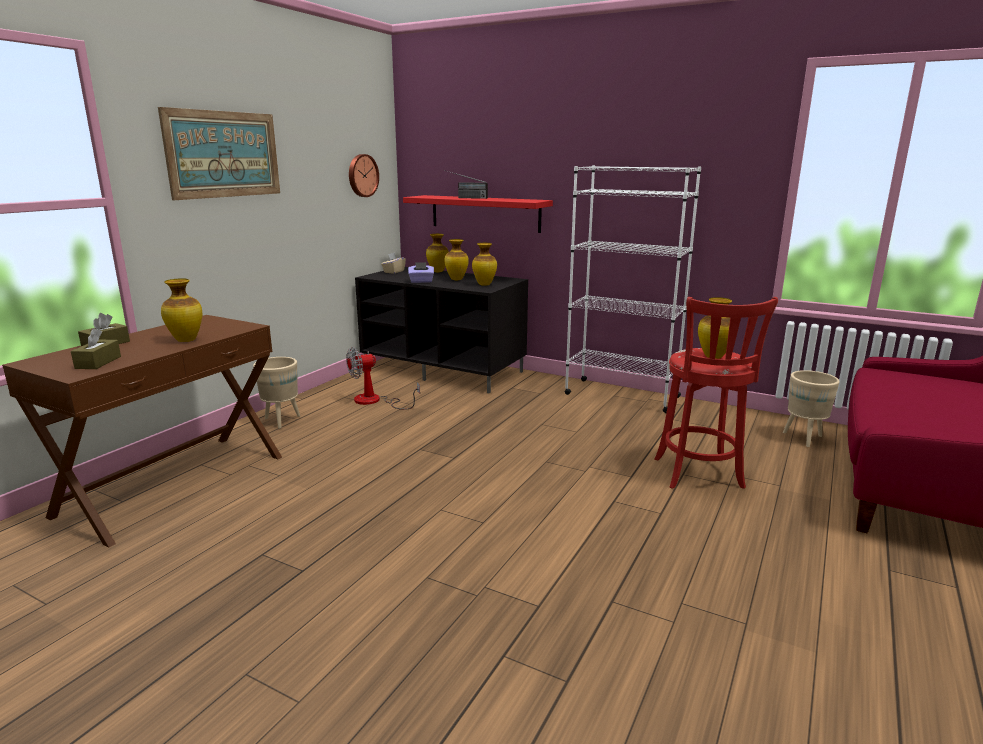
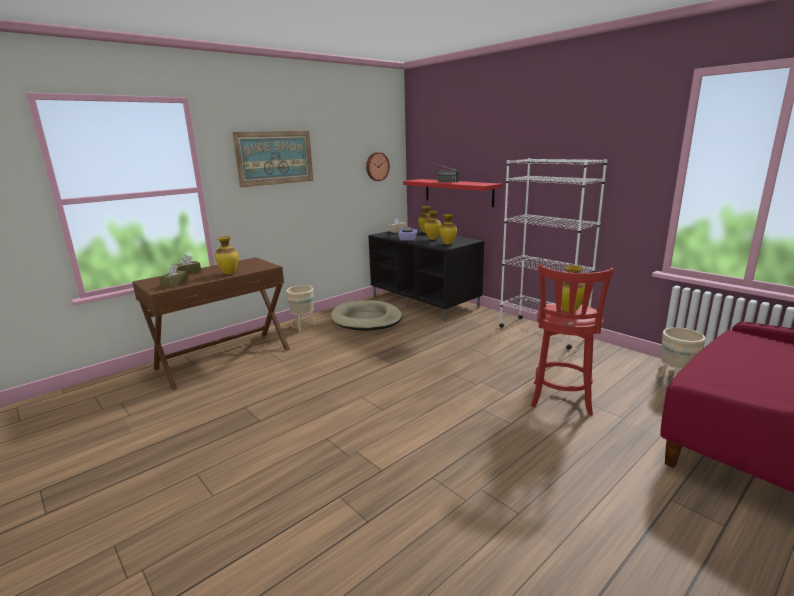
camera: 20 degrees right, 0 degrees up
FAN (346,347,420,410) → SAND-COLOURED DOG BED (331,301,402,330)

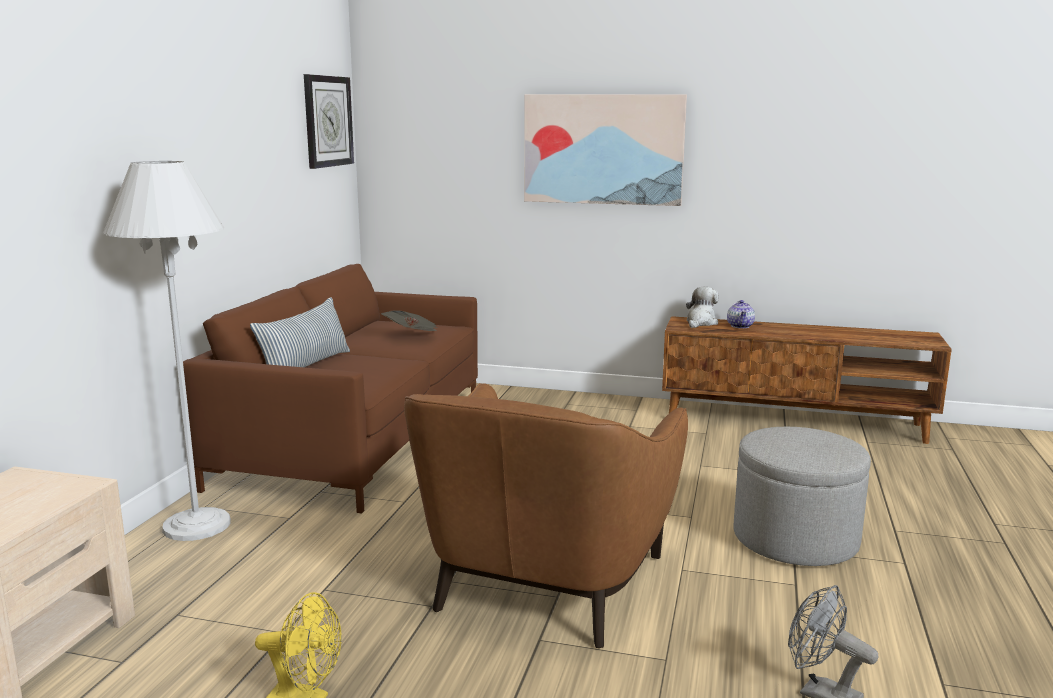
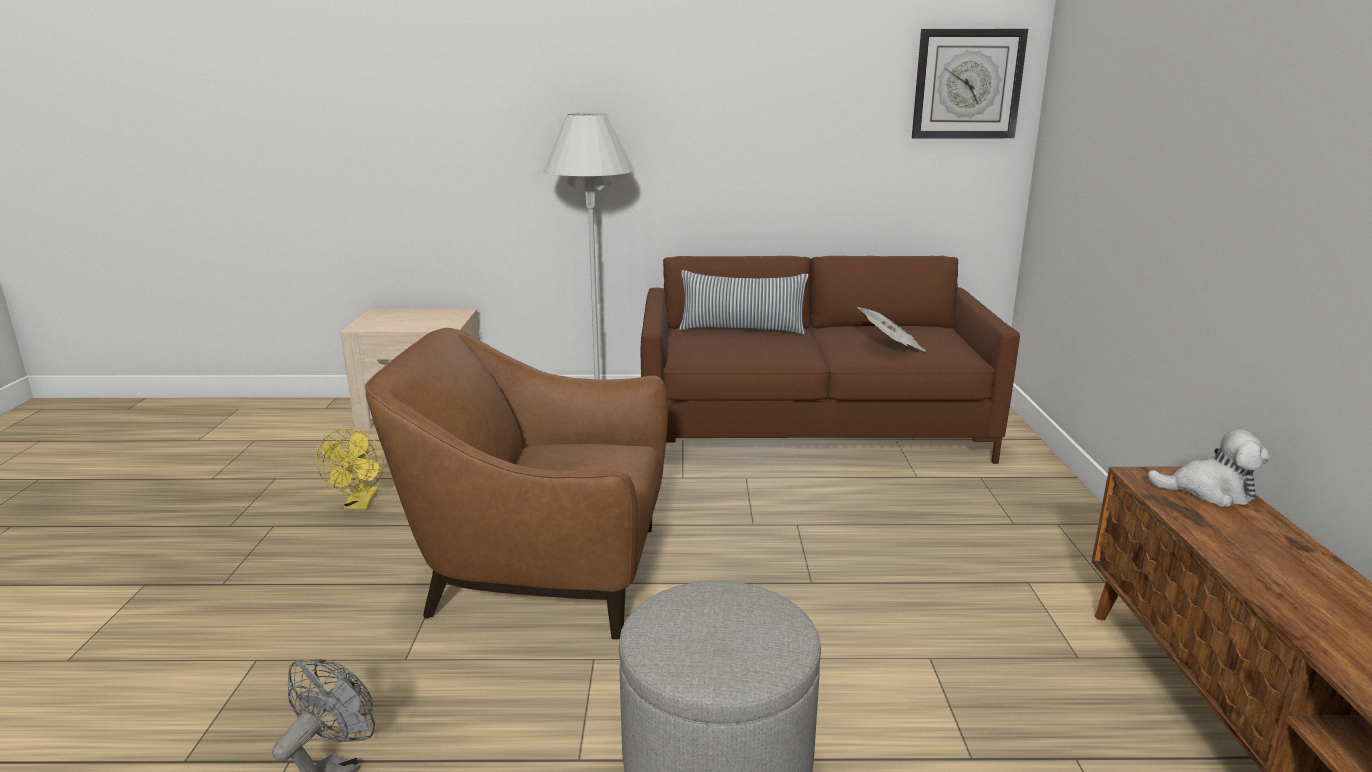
camera: 75 degrees right, 5 degrees up
WALL ART (524,94,687,206) → -
TEA POT (727,300,755,328) → -

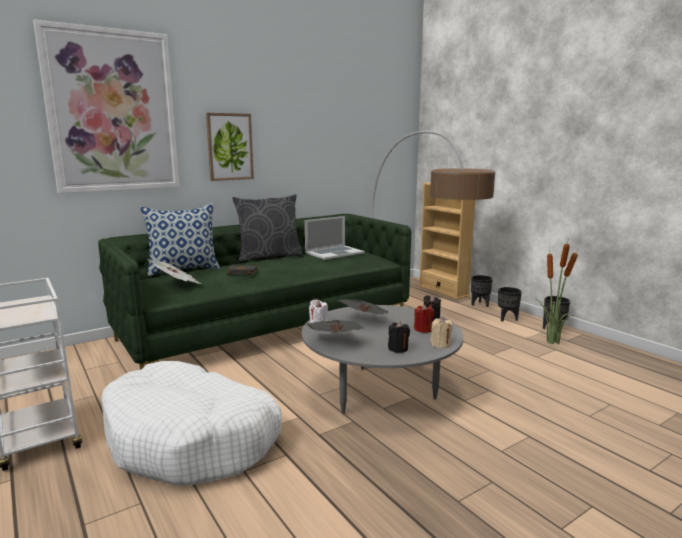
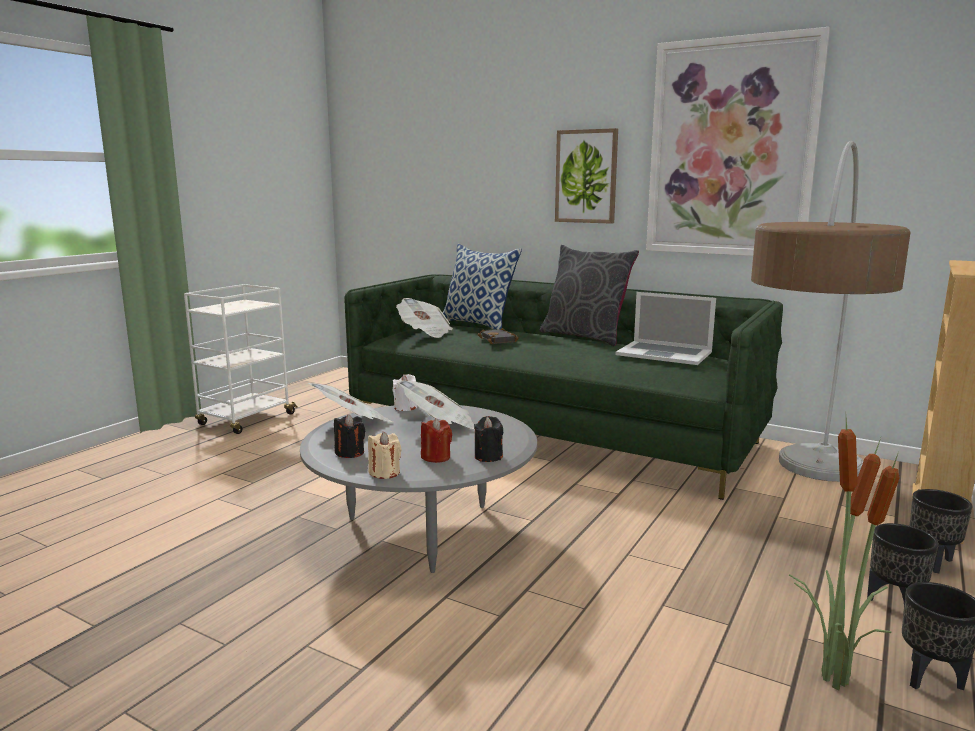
camera: 65 degrees right, 0 degrees up
WALL ART (33,19,180,193) → WALL ART (646,27,830,256), relocated
WHITISH DOG BED (101,361,282,486) → -

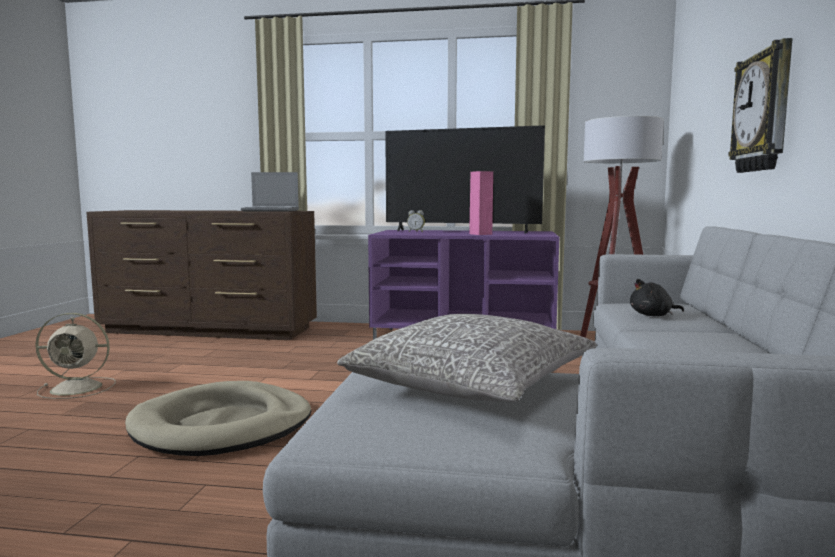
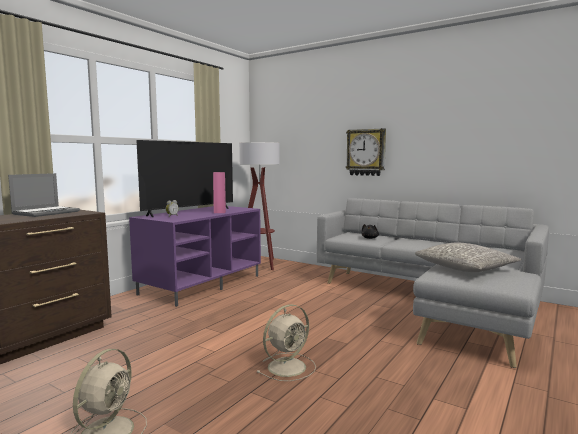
camera: 65 degrees left, 0 degrees up
SAND-COLOURED DOG BED (125,381,311,456) → SAND-COLOURED FAN (257,304,316,381)

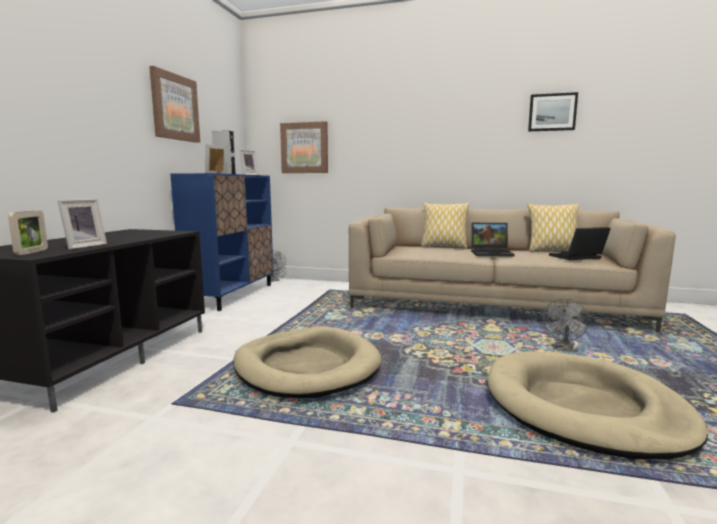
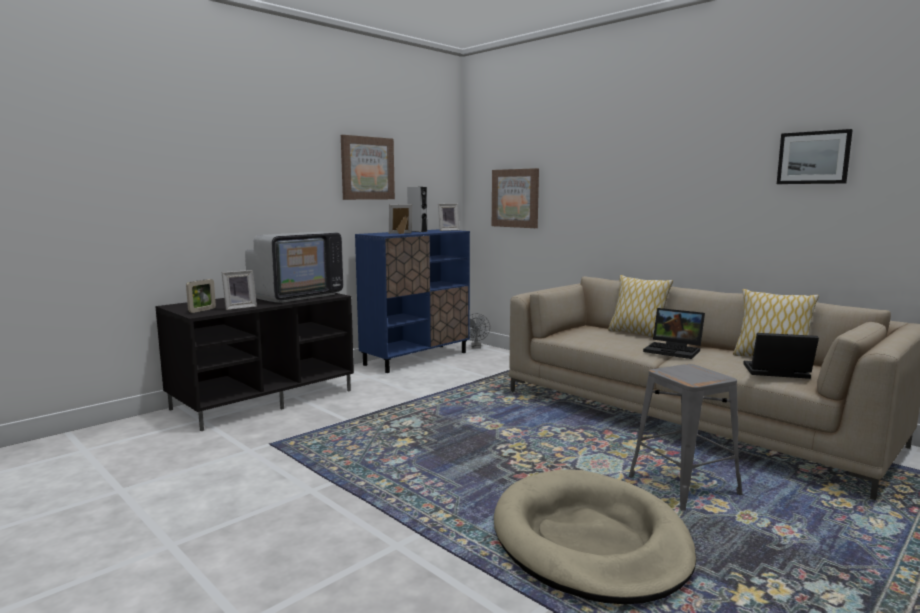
camera: 30 degrees right, 0 degrees up
- → TV SET (245,232,343,303)
GREY FAN (543,298,589,352) → GREY STOOL (629,364,742,511)
SAND-COLOURED DOG BED (233,326,382,398) → -

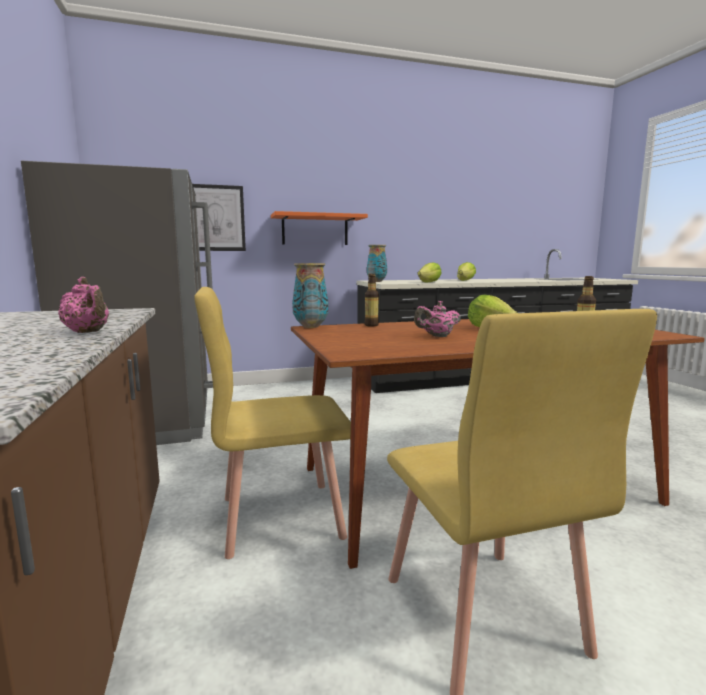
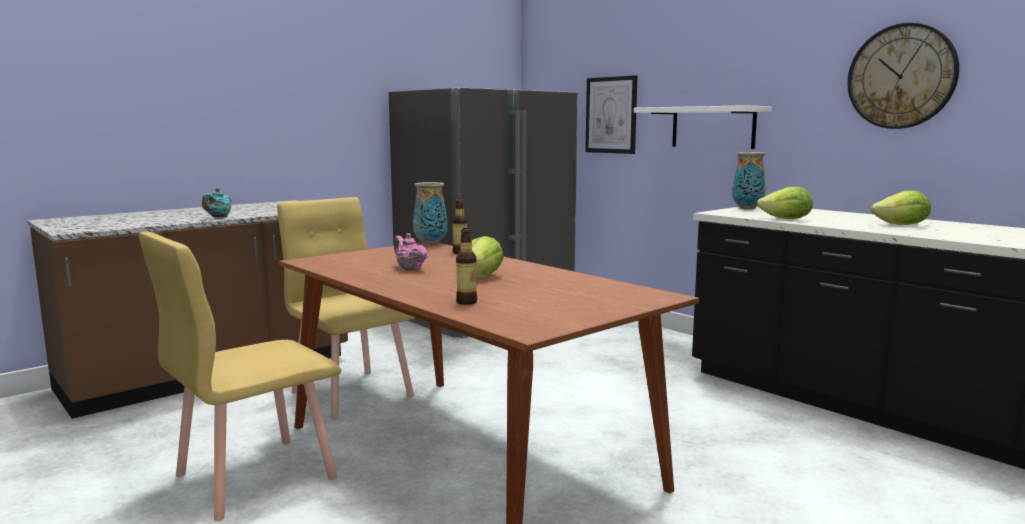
camera: 65 degrees right, 0 degrees up
PINK TEA POT (58,277,109,333) → BLUE-GREEN TEA POT (202,188,232,217)
ORANGE-COLOURED SHELF (271,211,368,245) → WHITISH SHELF (634,105,772,149)
- → CLOCK ON THE WALL (847,23,959,129)

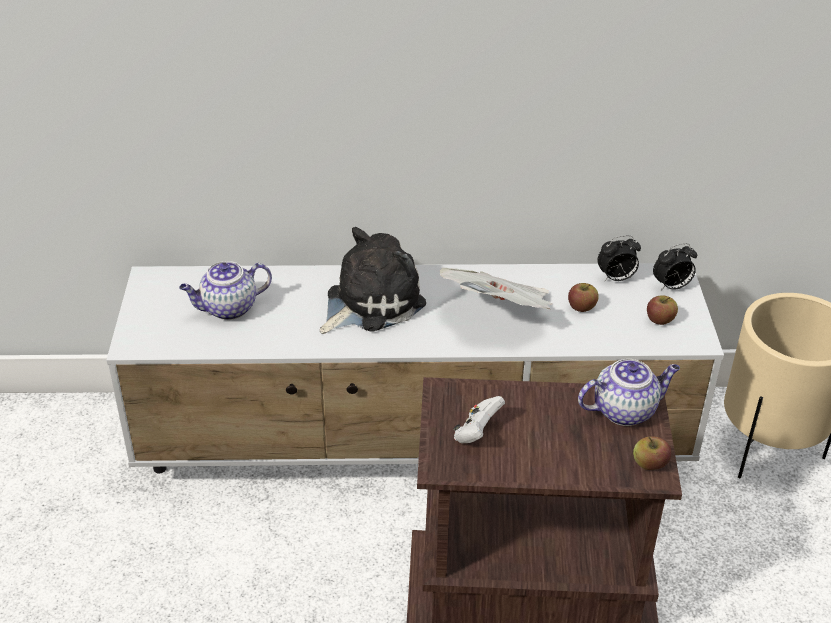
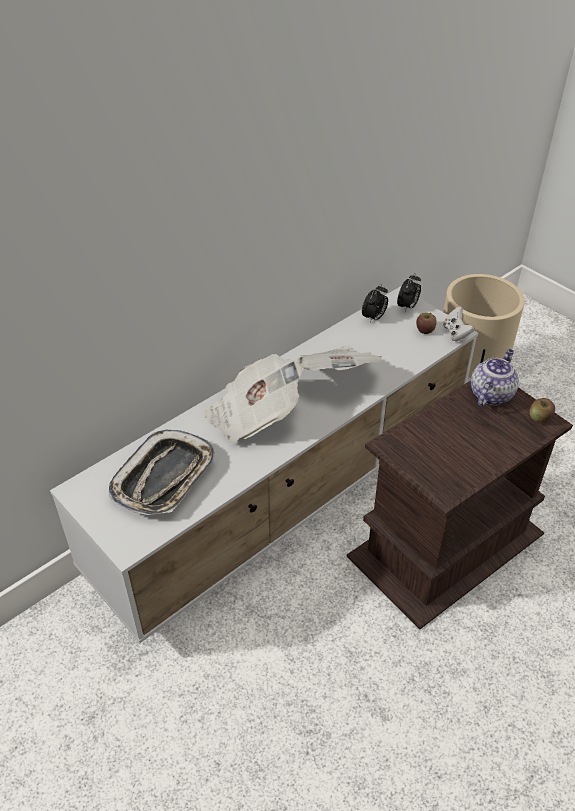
camera: 40 degrees left, 5 degrees up
TEA POT (179,261,272,320) → SERVING TRAY (109,430,215,515)
PLUSH TOY (320,227,426,334) → DAILY PAPER (205,354,303,444)
WHITISH GAMEPAD (453,396,505,443) → WHITISH GAMEPAD (443,306,475,341), relocated
WHOLE APPLE (568,283,599,312) → -

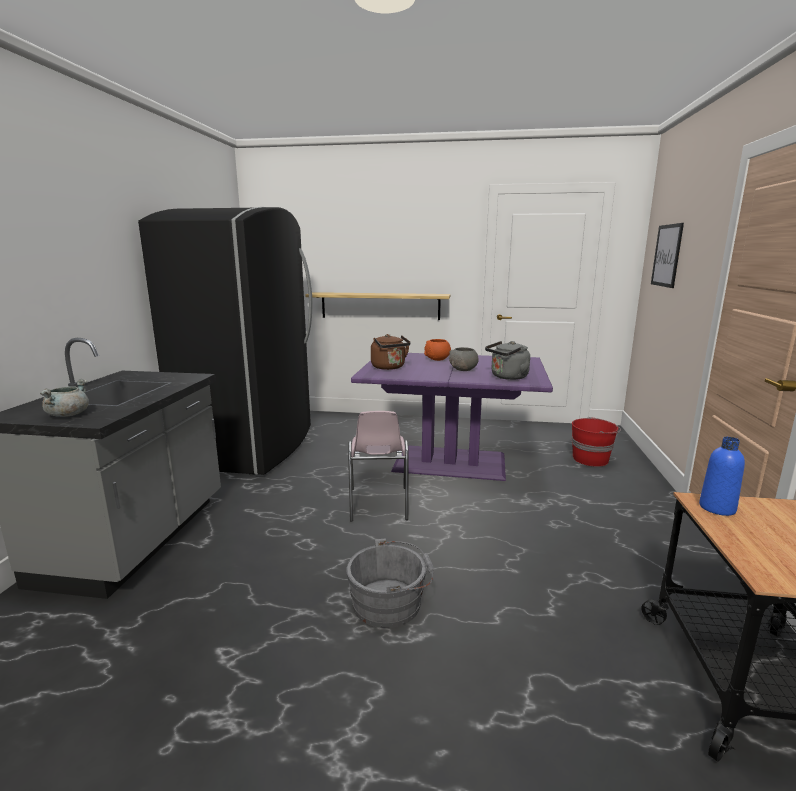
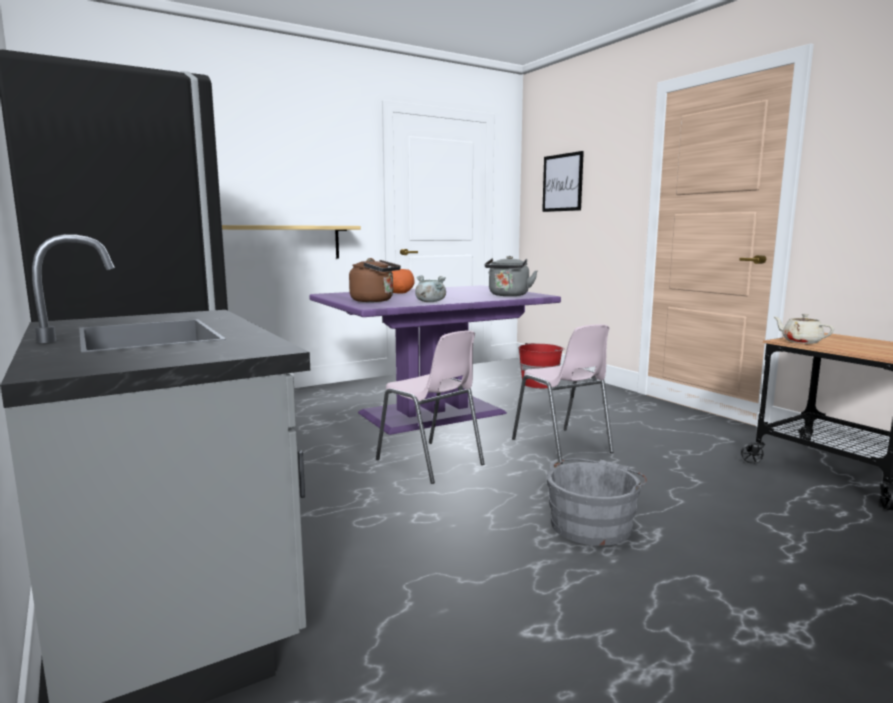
camera: 40 degrees left, 5 degrees down
GREY COOKING POT (40,379,89,417) → GREY COOKING POT (415,275,446,302), relocated
- → PINK UPRIGHT CHAIR (512,324,614,464)
BLUISH BOTTLE (699,437,745,516) → SAND-COLOURED TEA POT (773,314,834,344)
GREY BOWL (449,347,479,371) → -

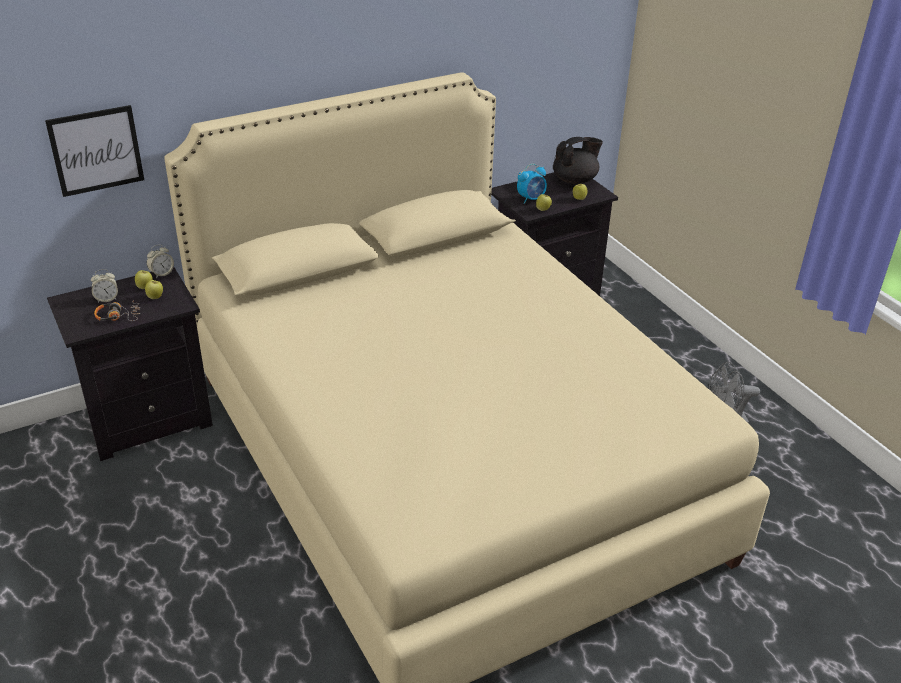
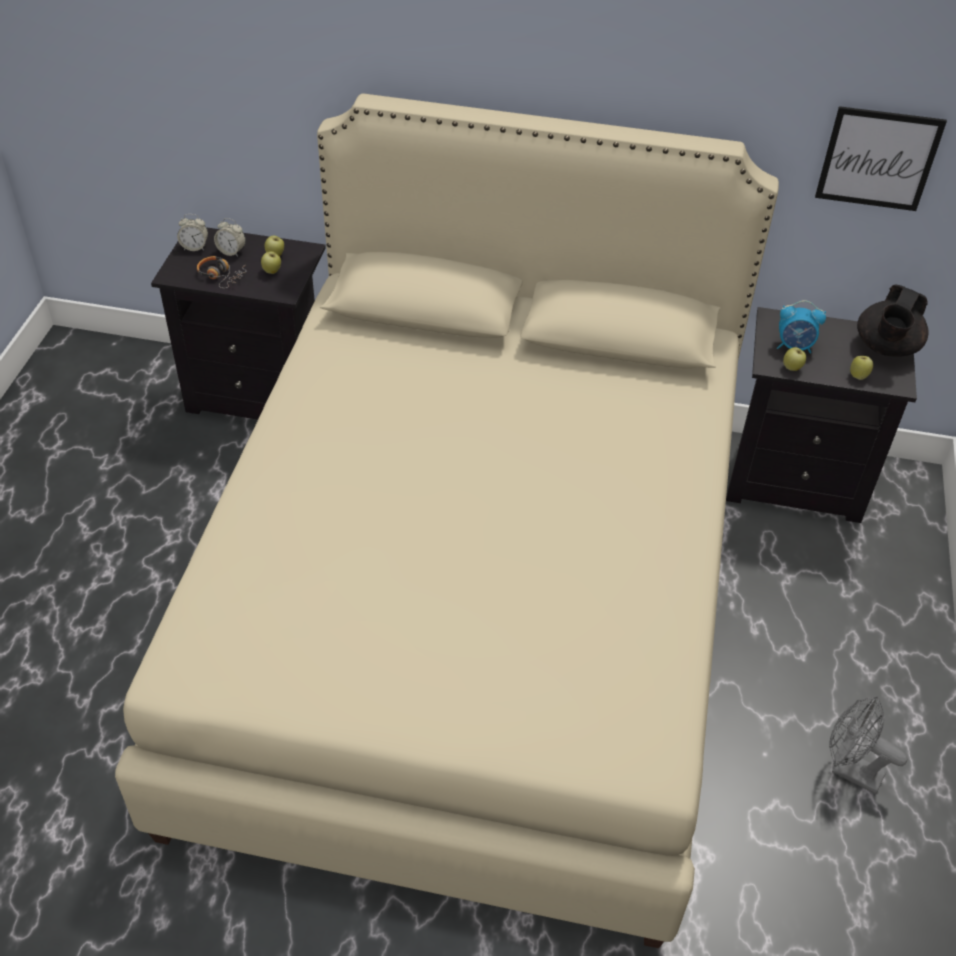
camera: 40 degrees right, 10 degrees up
BEDSIDE CLOCK (147,244,174,278) → BEDSIDE CLOCK (177,214,208,251), relocated
WALL ART (45,105,144,197) → WALL ART (815,106,947,211), relocated
BLACK-COLOURED TEA POT (553,137,603,184) → BLACK-COLOURED TEA POT (857,285,928,357), 105 degrees clockwise

